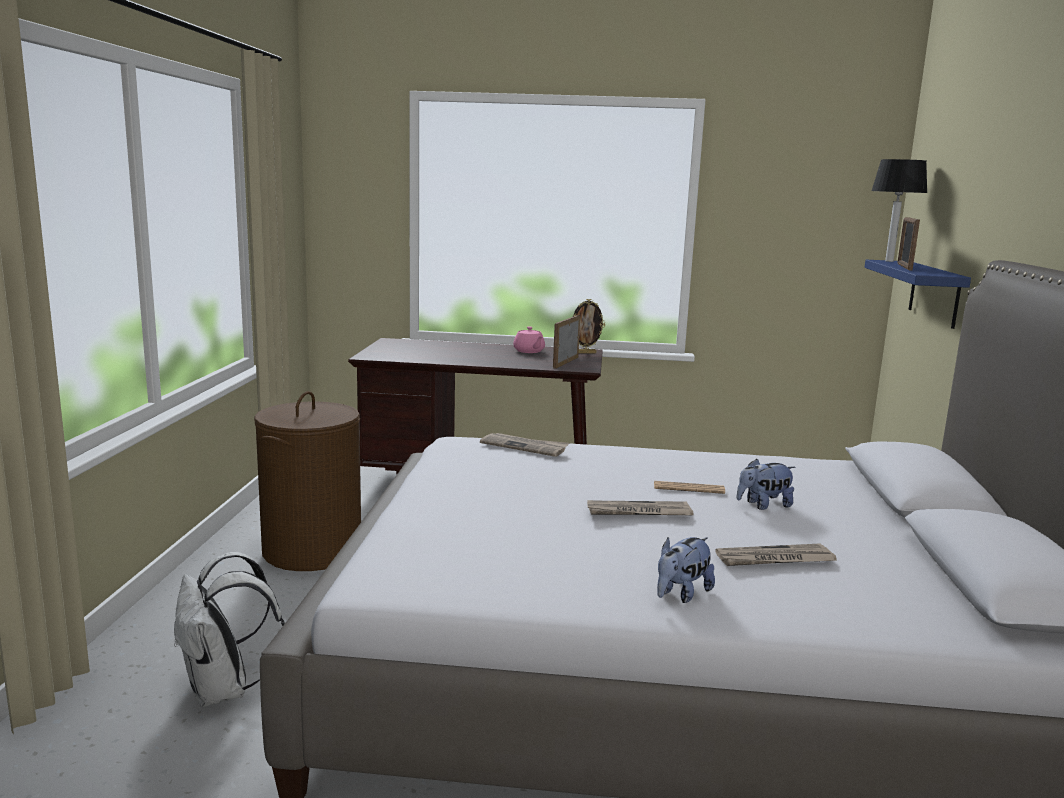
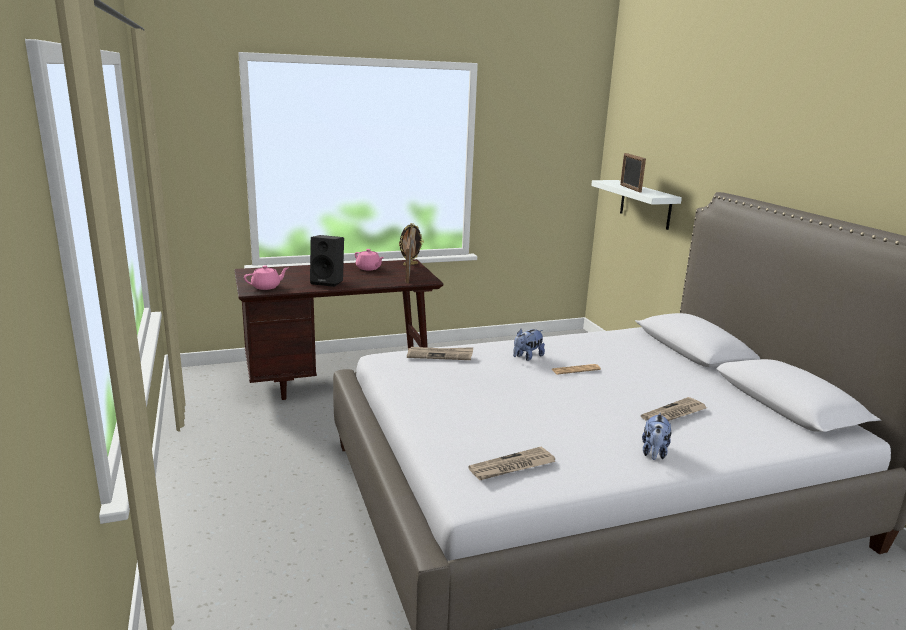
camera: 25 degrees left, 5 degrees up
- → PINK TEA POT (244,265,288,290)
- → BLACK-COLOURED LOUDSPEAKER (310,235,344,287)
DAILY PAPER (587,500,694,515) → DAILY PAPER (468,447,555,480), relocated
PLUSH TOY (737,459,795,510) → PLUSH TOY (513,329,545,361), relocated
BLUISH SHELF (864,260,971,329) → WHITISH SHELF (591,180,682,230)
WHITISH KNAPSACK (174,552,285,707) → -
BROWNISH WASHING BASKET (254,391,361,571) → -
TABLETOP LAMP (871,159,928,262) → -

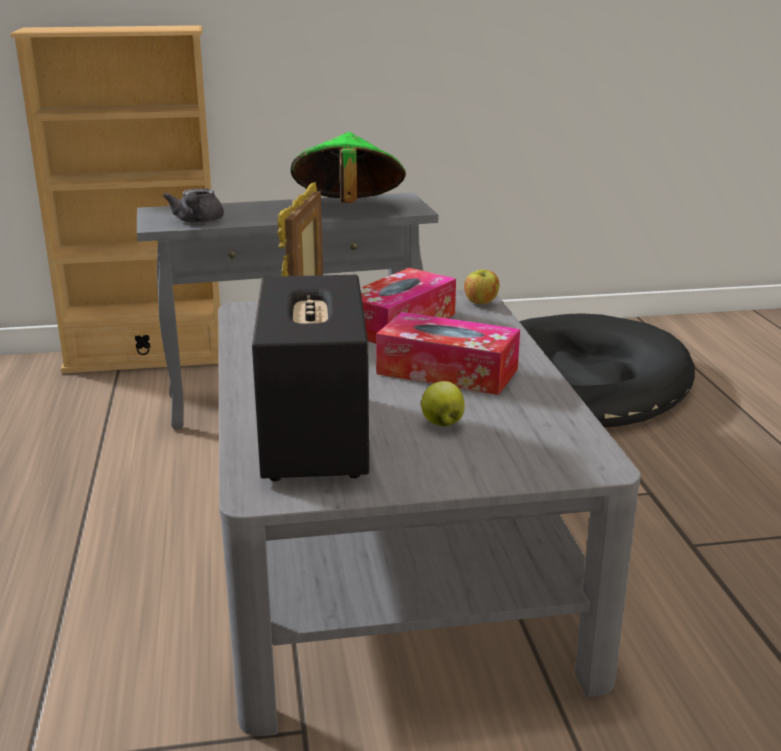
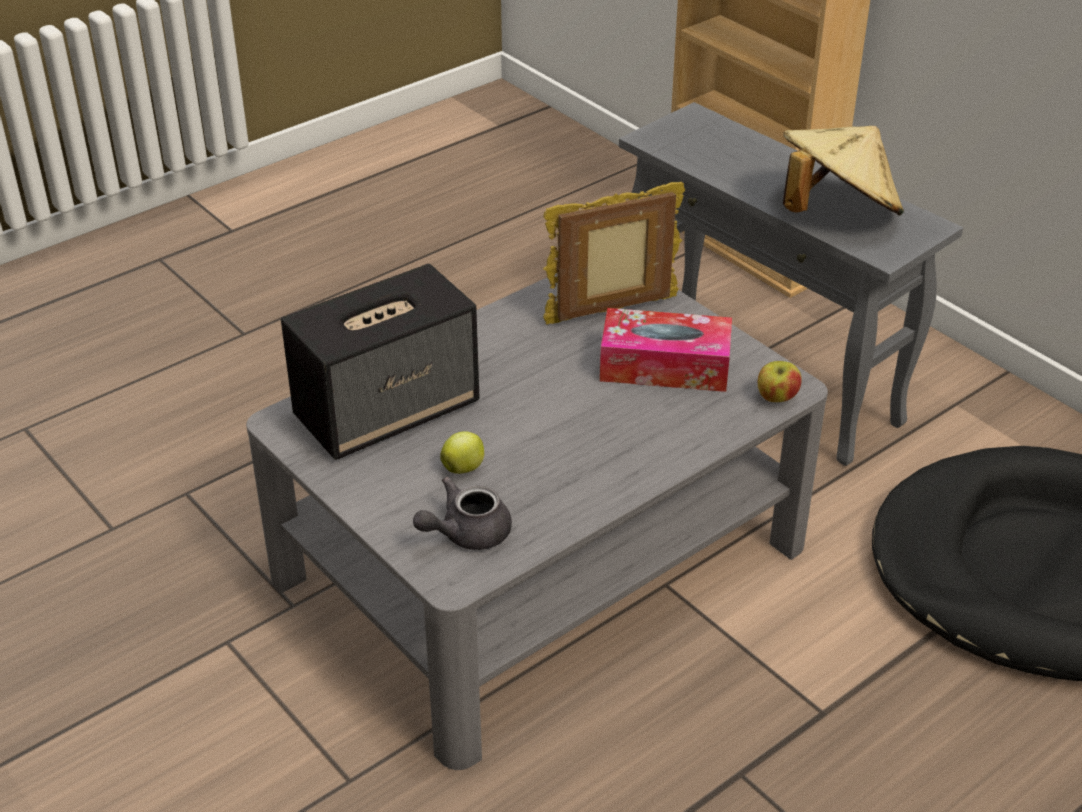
camera: 60 degrees right, 15 degrees up
GREY TEA POT (163,188,224,223) → GREY TEA POT (413,477,512,550), relocated
GREENISH WEARABLE HAT (291,132,406,203) → SAND-COLOURED WEARABLE HAT (783,126,904,216)
TISSUE BOX (376,312,520,395) → -

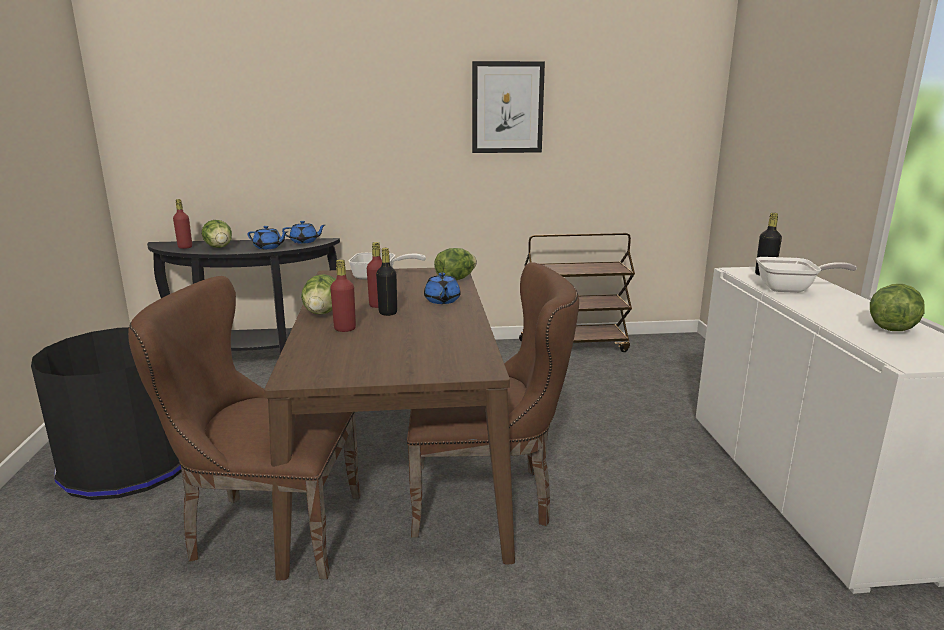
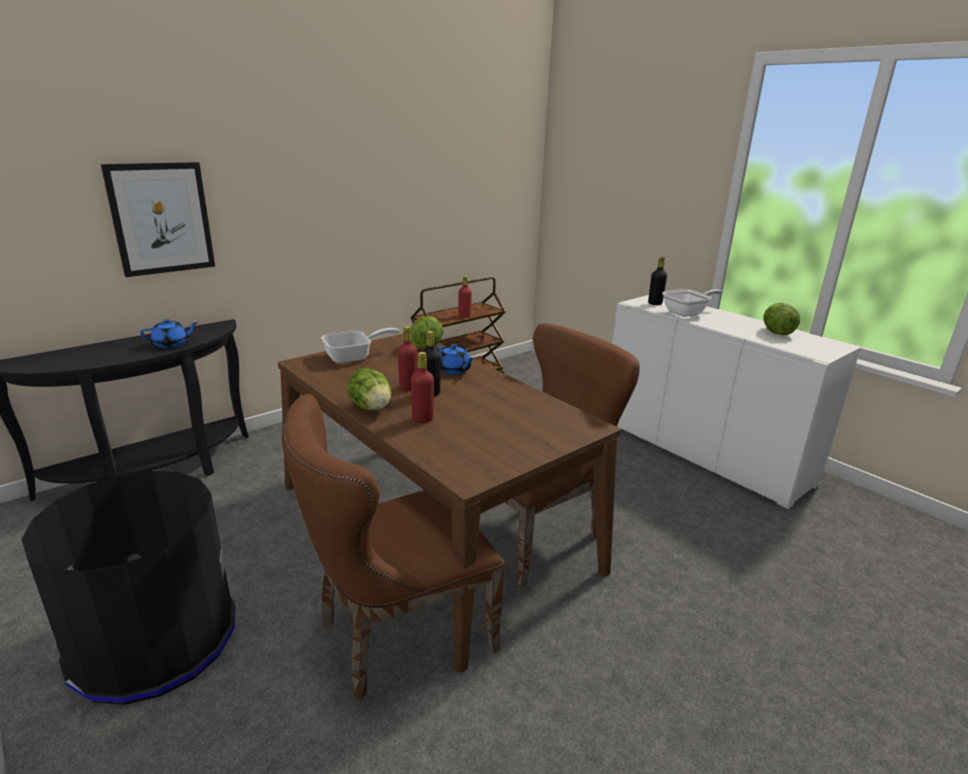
camera: 35 degrees left, 5 degrees up
WALL ART (472,61,545,153) → WALL ART (101,162,215,277), relocated
RED BOTTLE (173,199,192,249) → RED BOTTLE (459,276,472,317), relocated
LETTUCE (202,220,232,248) → -
BLUISH TEA POT (282,221,325,244) → -

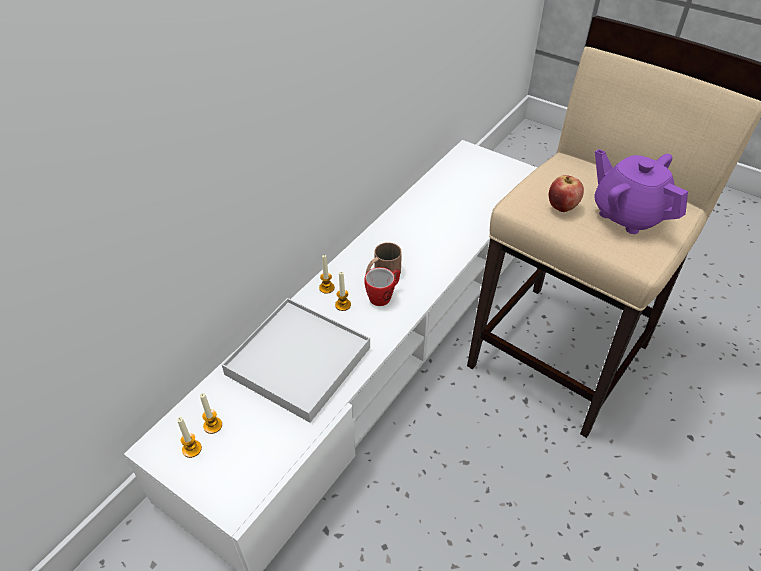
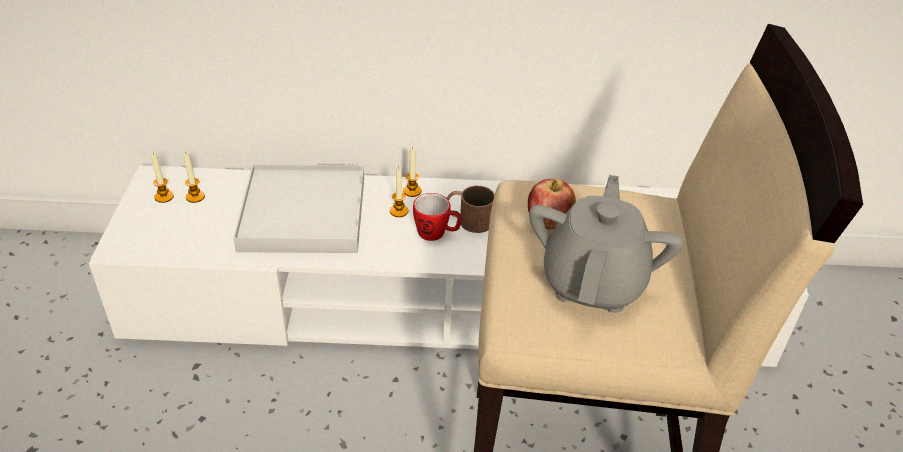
camera: 55 degrees right, 5 degrees down
PURPLE-COLOURED TEA POT (594,149,688,234) → GREY TEA POT (529,175,683,313)

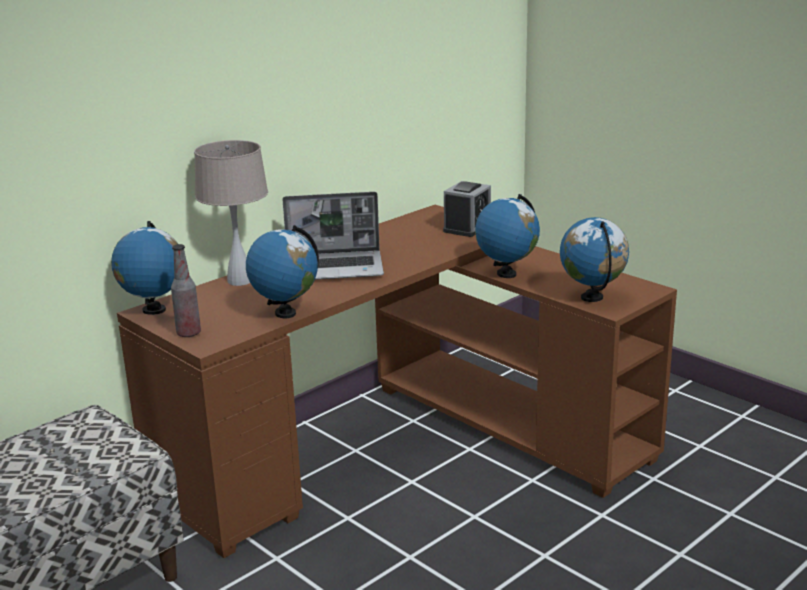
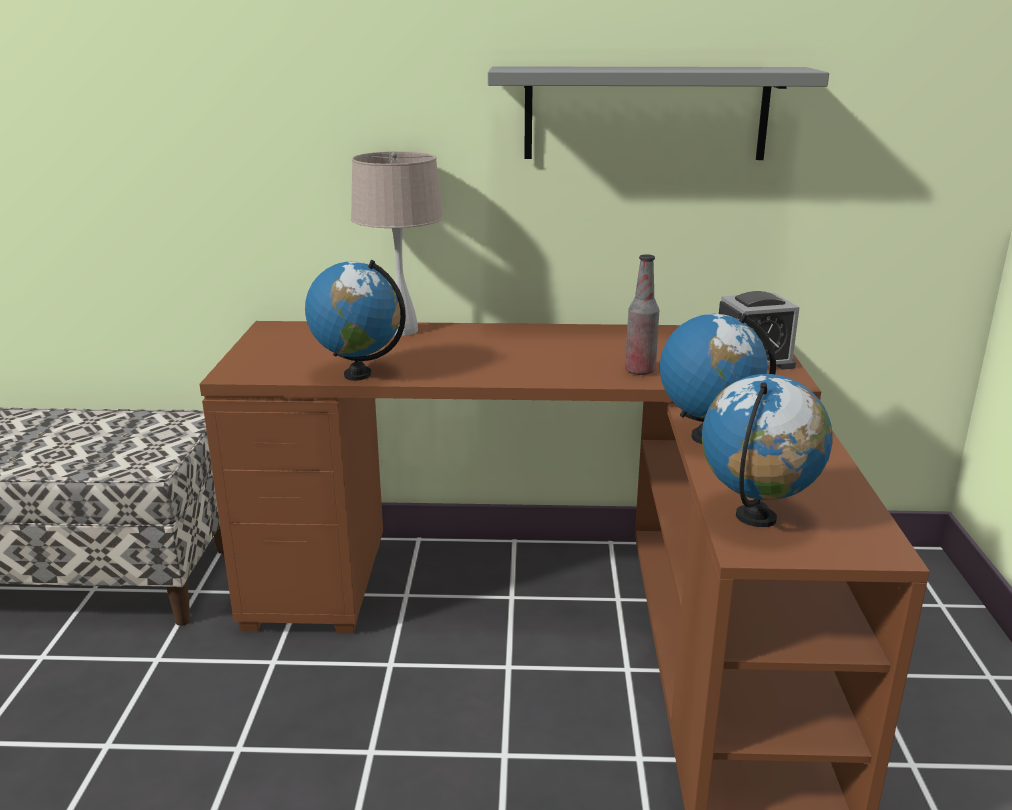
camera: 45 degrees right, 0 degrees up
- → GREY SHELF (488,66,829,160)
BOTTLE (171,244,201,337) → BOTTLE (625,254,659,375), relocated
WORLD GLOBE (111,221,178,315) → -
PORTABLE COMPUTER (283,192,384,280) → -

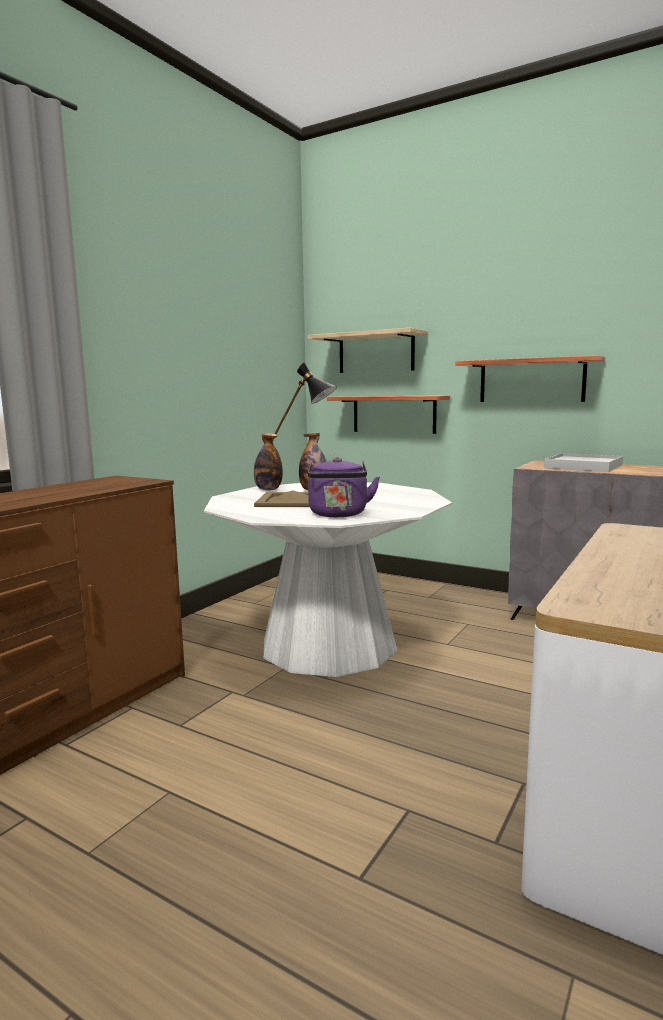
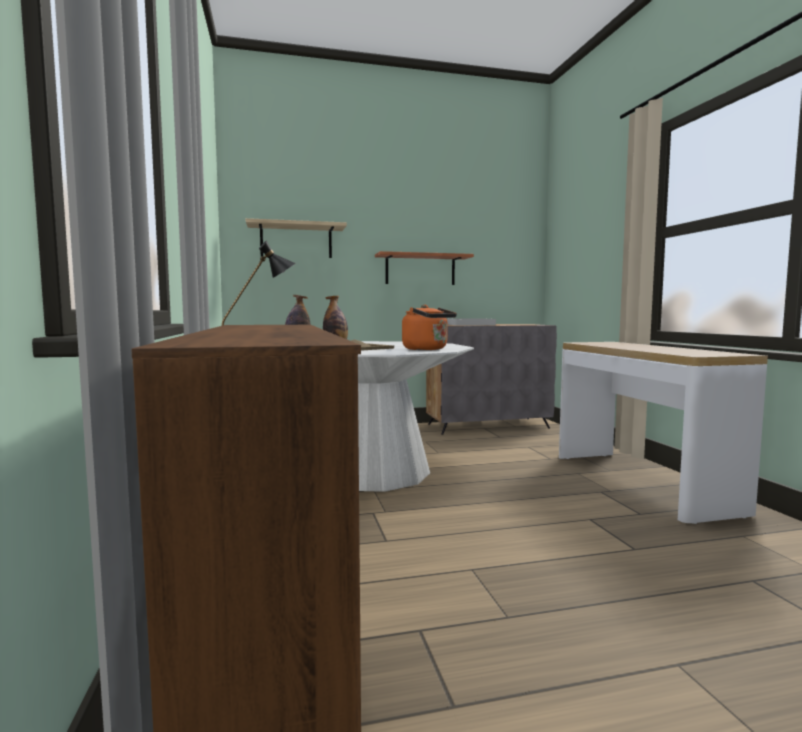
camera: 45 degrees left, 5 degrees down
PURPLE-COLOURED TEA KETTLE (308,457,380,517) → ORANGE-COLOURED TEA KETTLE (402,305,457,350)
SHELF (327,395,450,434) → -

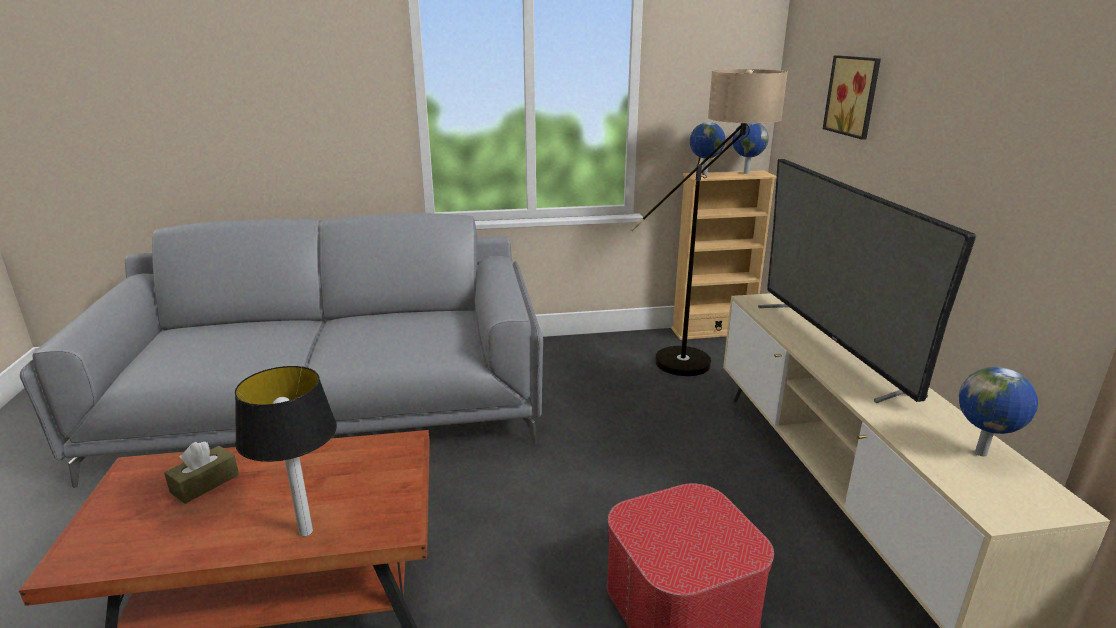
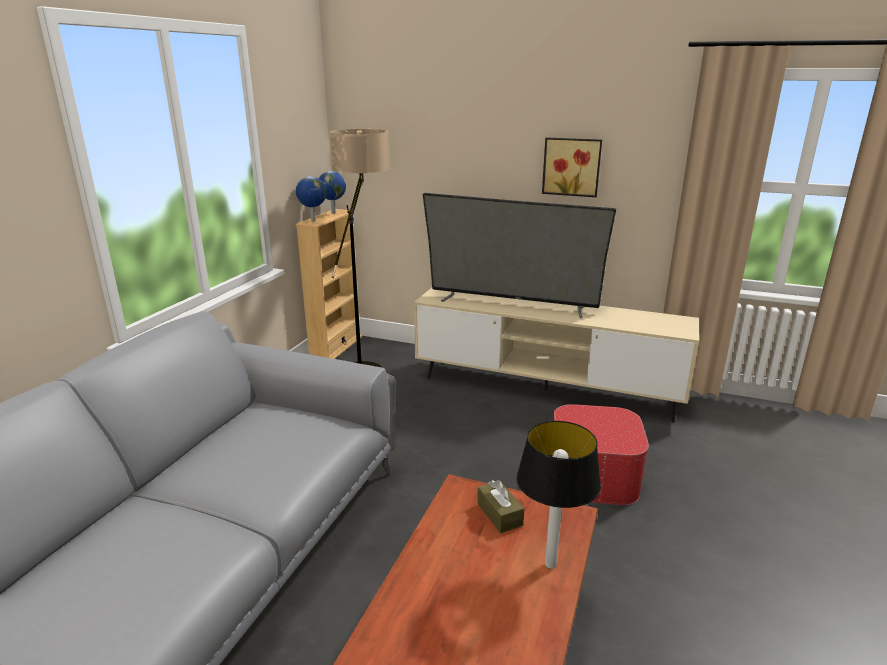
camera: 60 degrees left, 0 degrees up
BROWNISH TISSUE BOX (164,442,239,504) → BROWNISH TISSUE BOX (477,480,524,533), relocated
WALL ART (823,55,881,140) → WALL ART (542,138,602,197), relocated
WORLD GLOBE (959,367,1038,456) → -

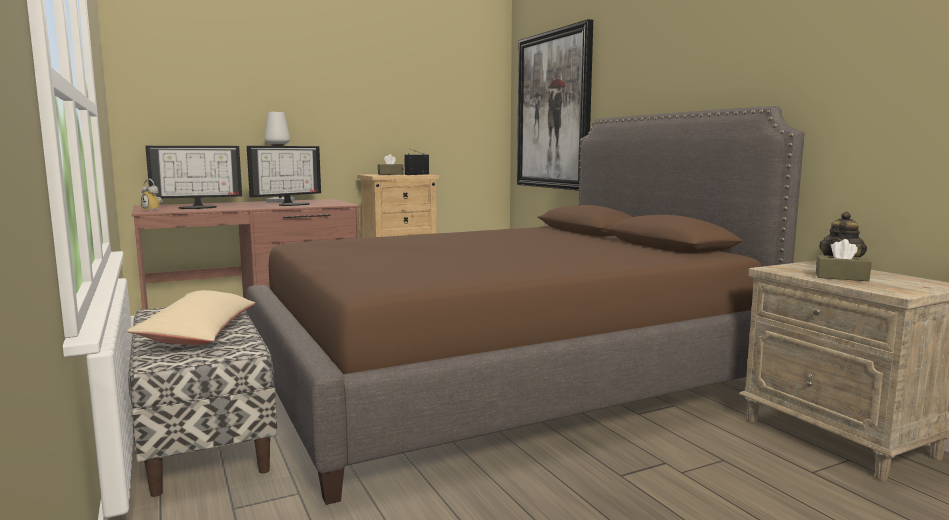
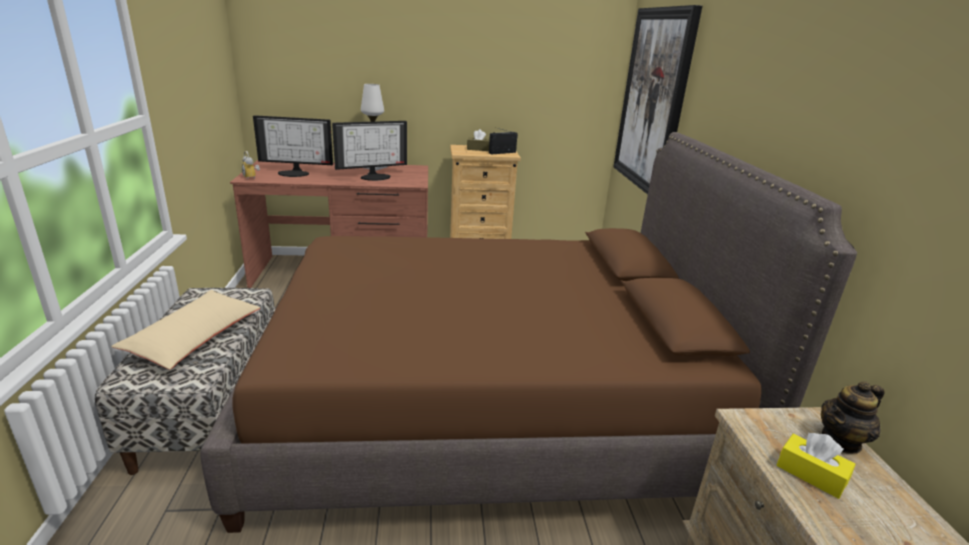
camera: 20 degrees right, 15 degrees up
BROWNISH TISSUE BOX (816,239,872,281) → YELLOW TISSUE BOX (776,432,856,499)

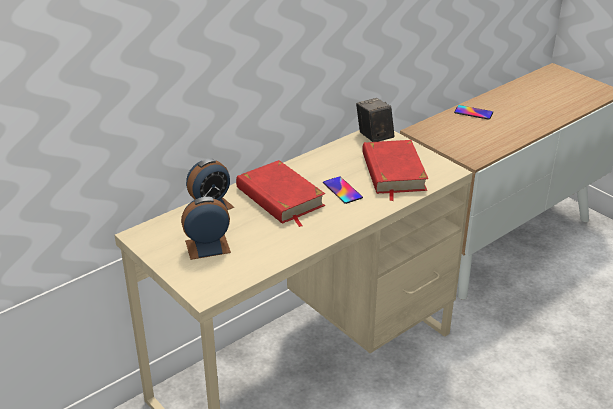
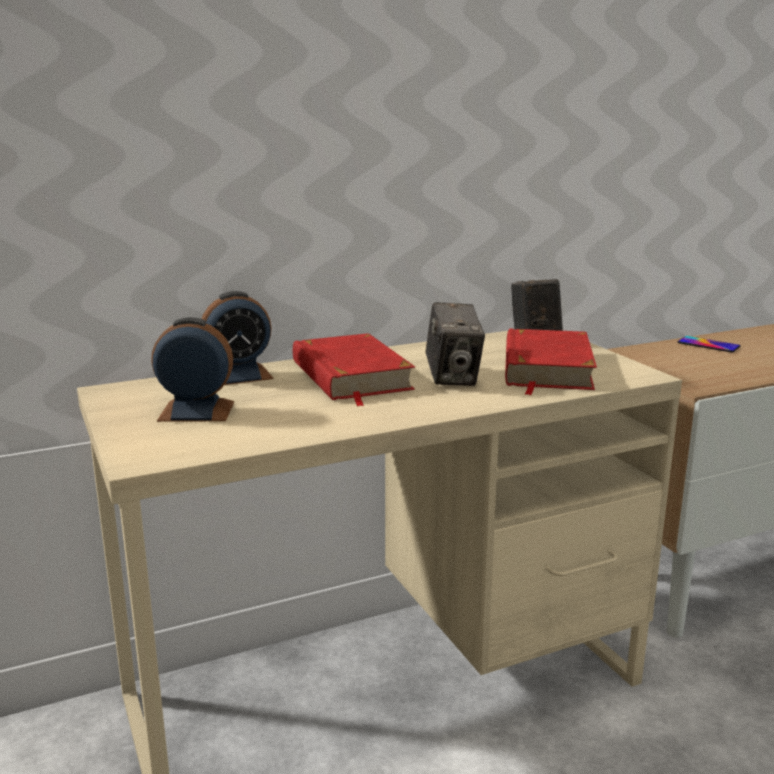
camera: 15 degrees right, 15 degrees down
PHONE (323,176,363,204) → STILL CAMERA (425,302,485,386)

